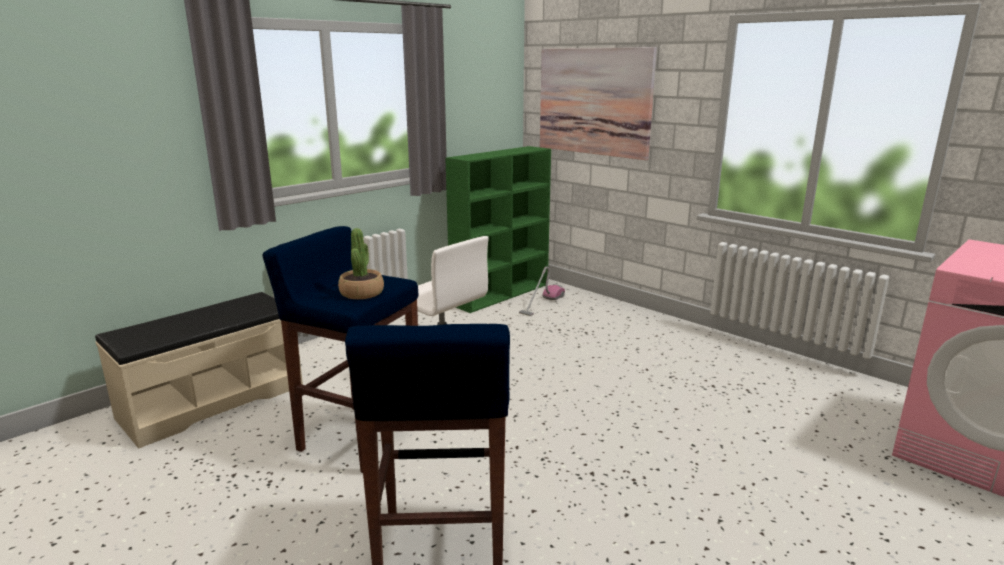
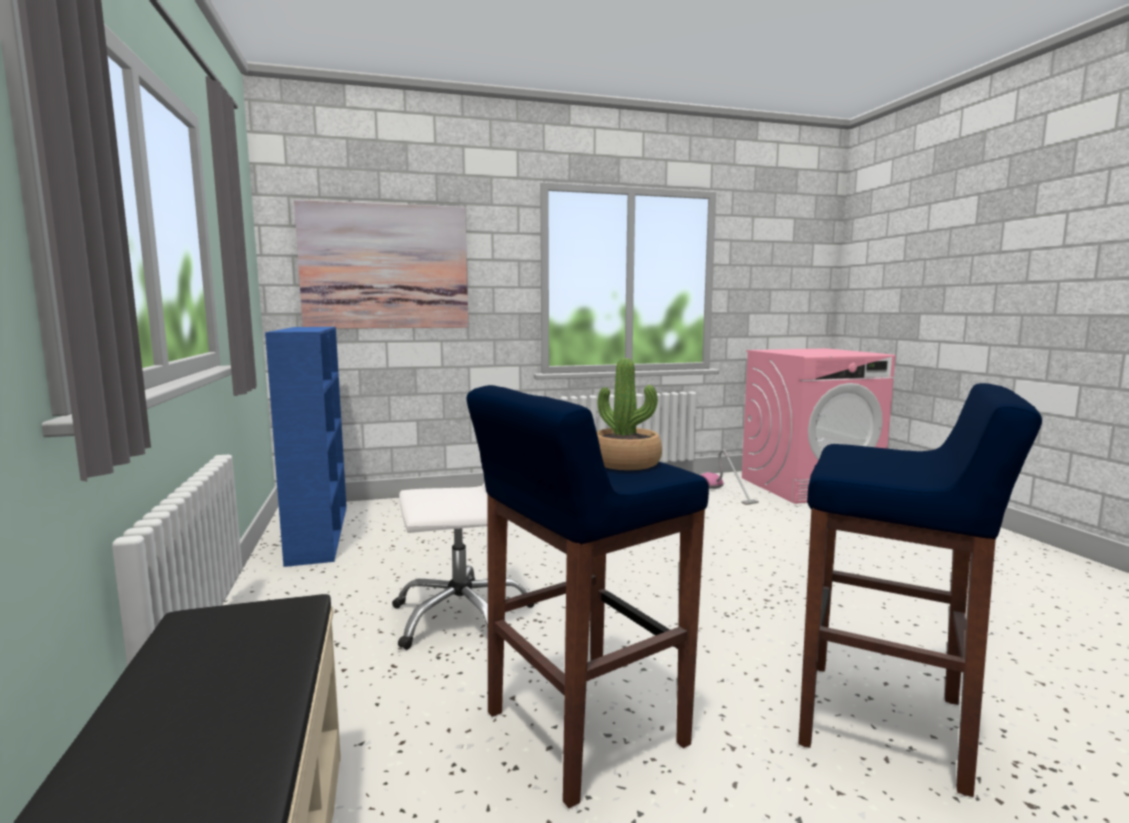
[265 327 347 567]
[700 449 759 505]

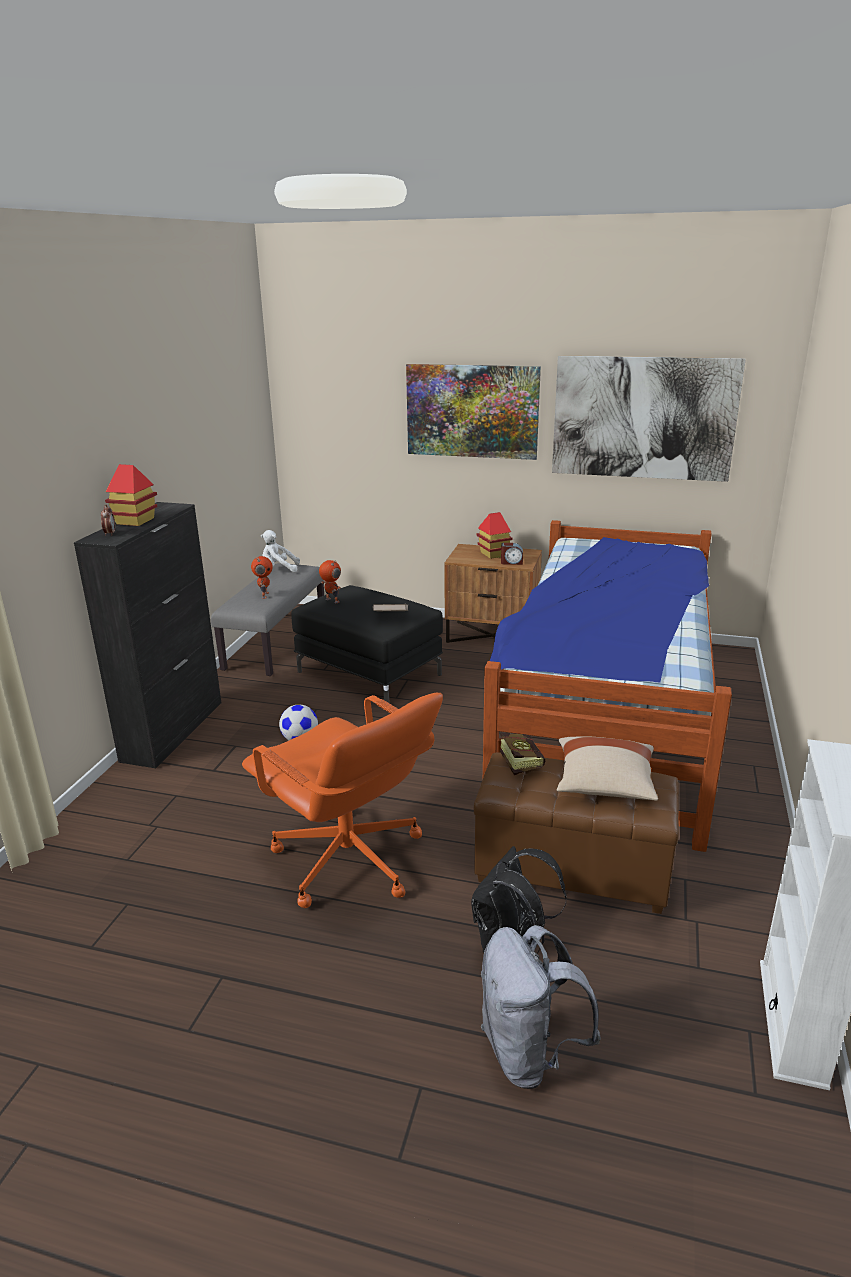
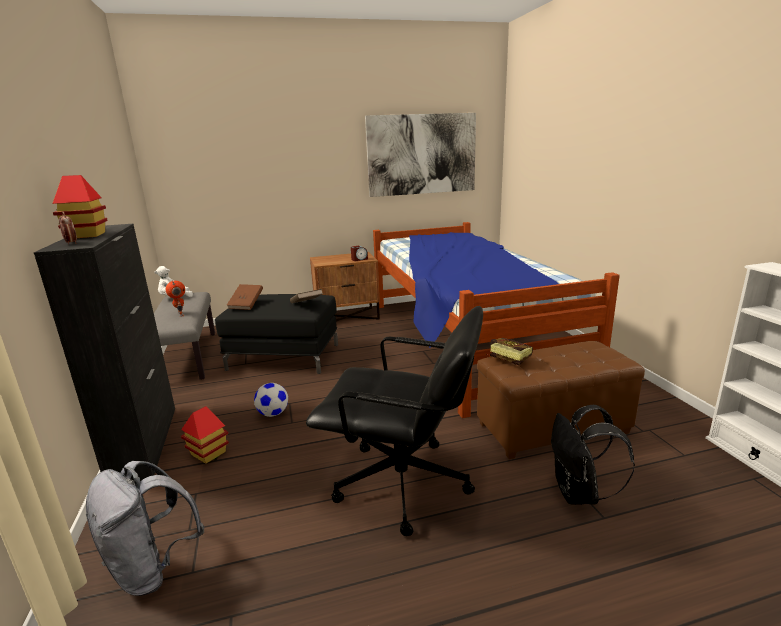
[86 461 204 596]
[181 406 229 464]
[227 284 263 310]
[306 306 483 536]
[406 364 541 460] (first image)
[556 736 658 801] (first image)

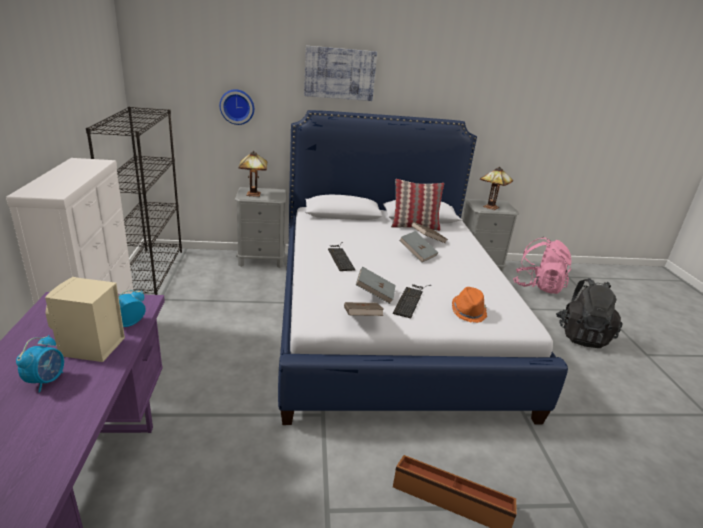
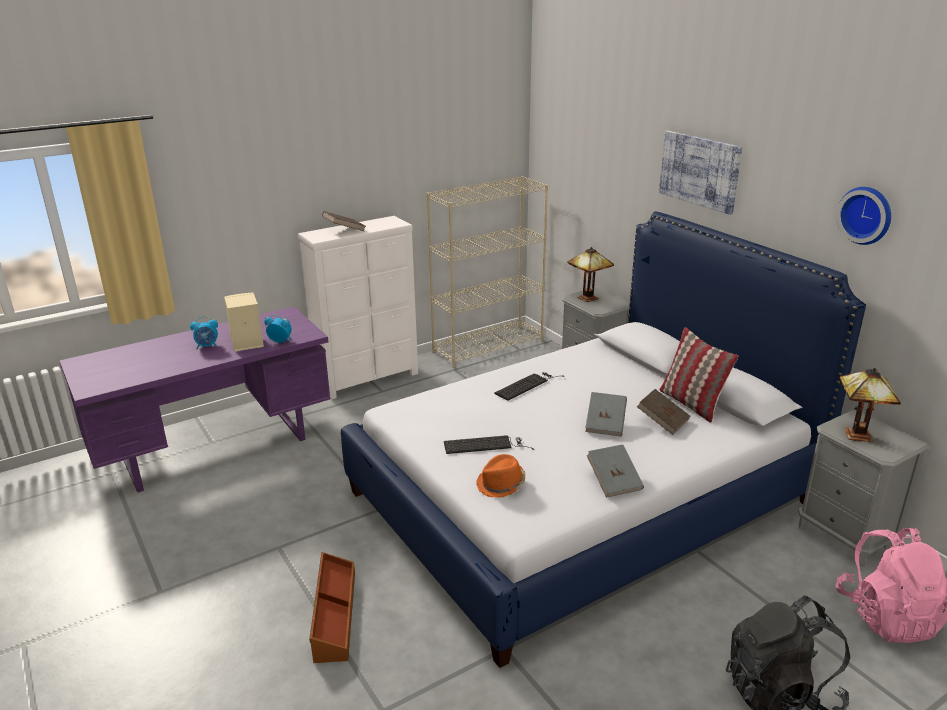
[322 211 365 231]
[426 176 548 368]
[587 444 644 498]
[836 187 891 245]

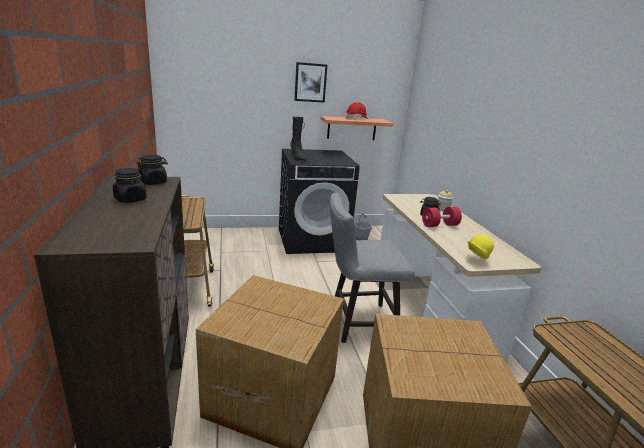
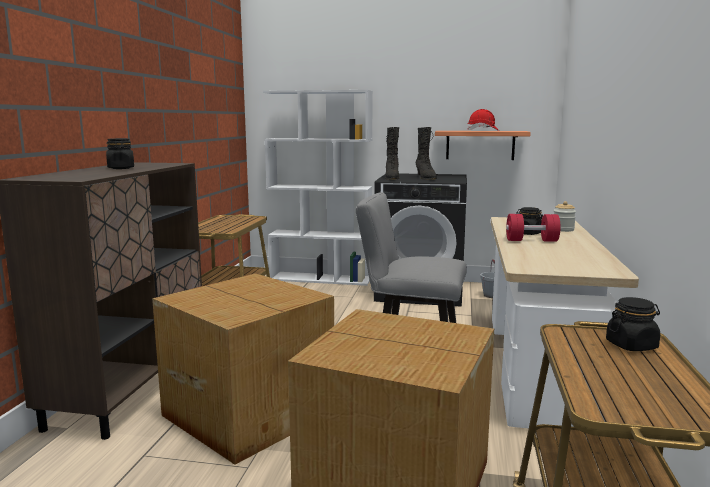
[263 90 373 286]
[416 127 437 180]
[606 297 660 351]
[294 62 327 103] (first image)
[468 234 494 260] (first image)

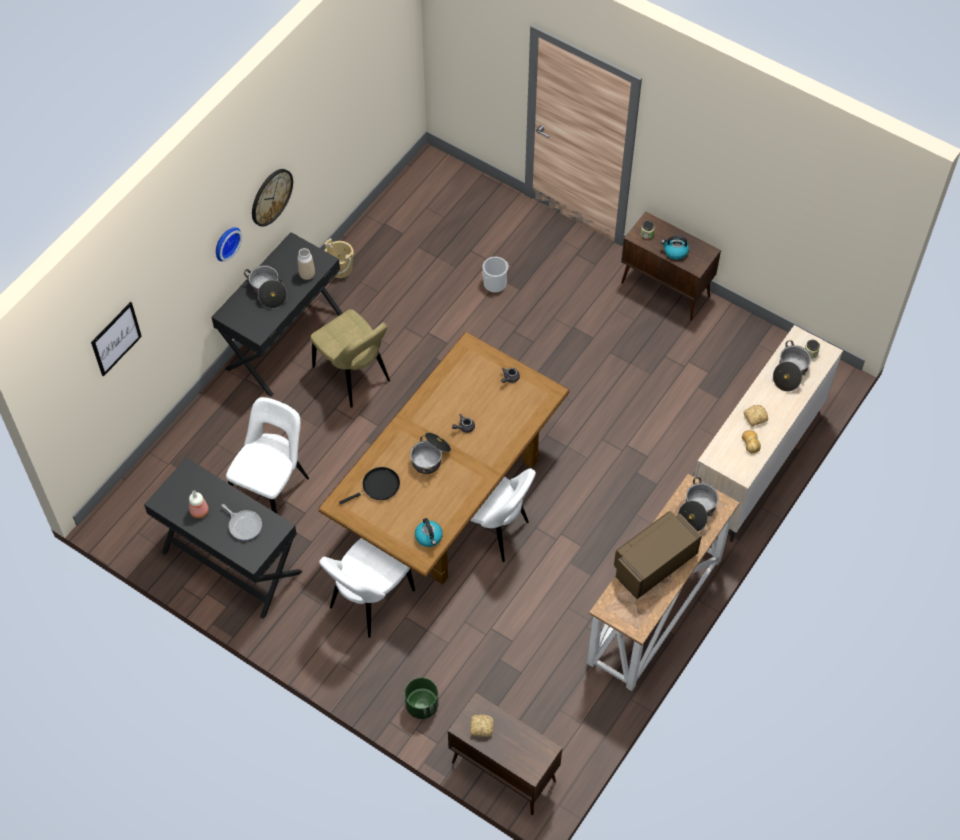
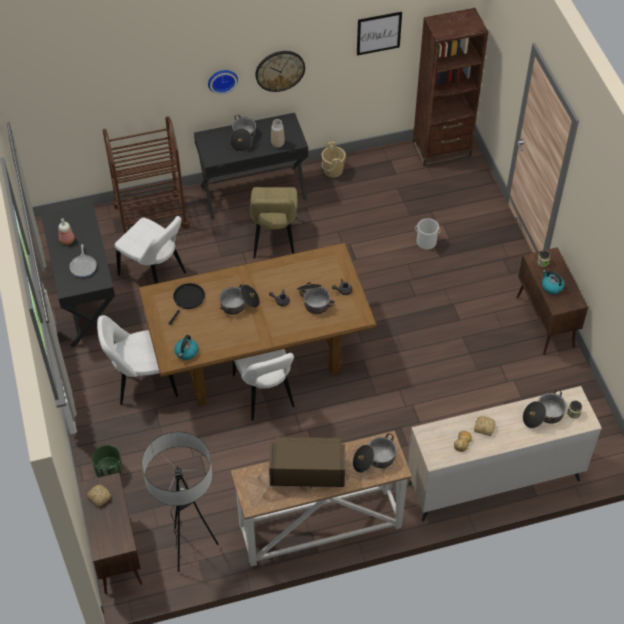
[103 116 190 236]
[115 216 186 284]
[142 432 219 572]
[168 283 205 325]
[297 282 335 314]
[357 12 402 55]
[413 8 488 166]

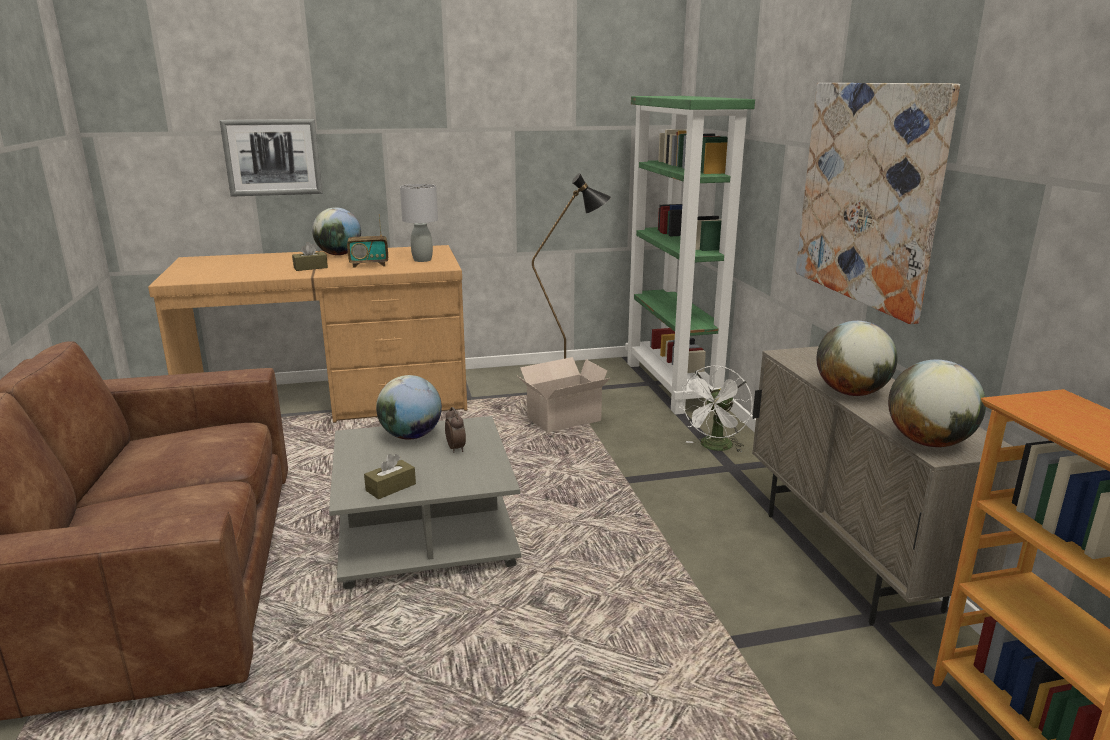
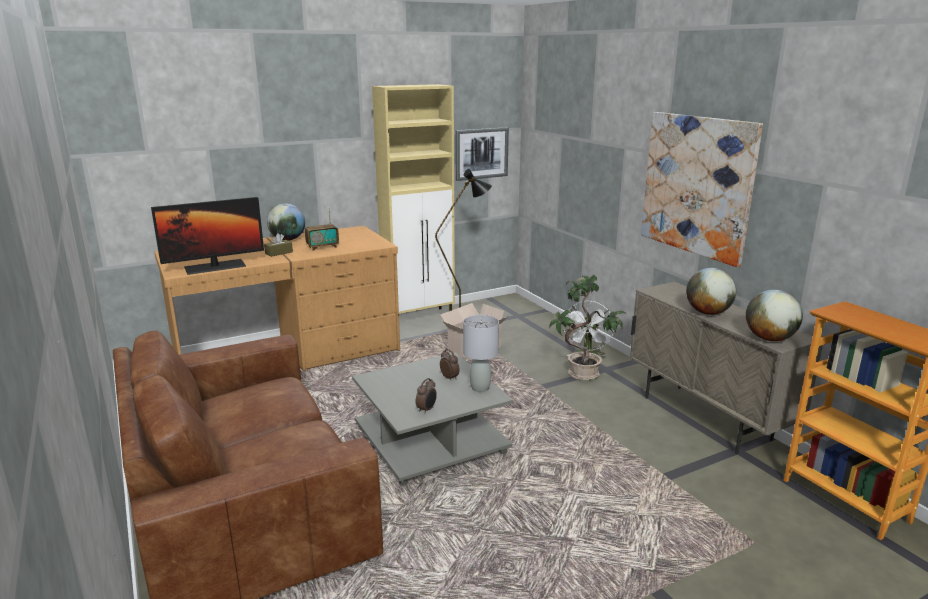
[151 197 264 275]
[372 84 455 314]
[416 378 437 414]
[455 127 509 181]
[463 315 499 392]
[549 275 627 381]
[376 375 442 440] (first image)
[625 96 755 415] (first image)

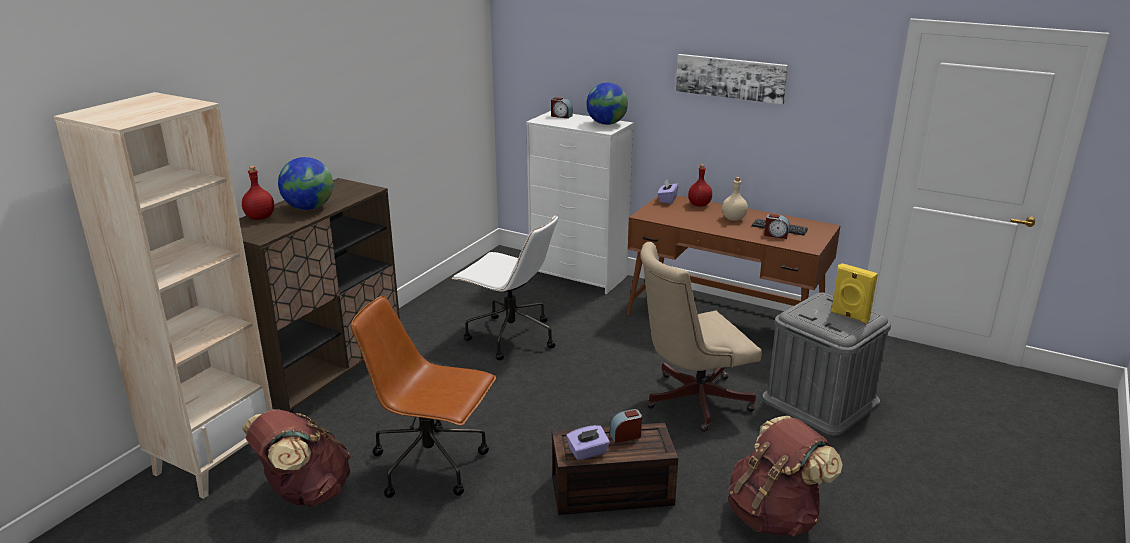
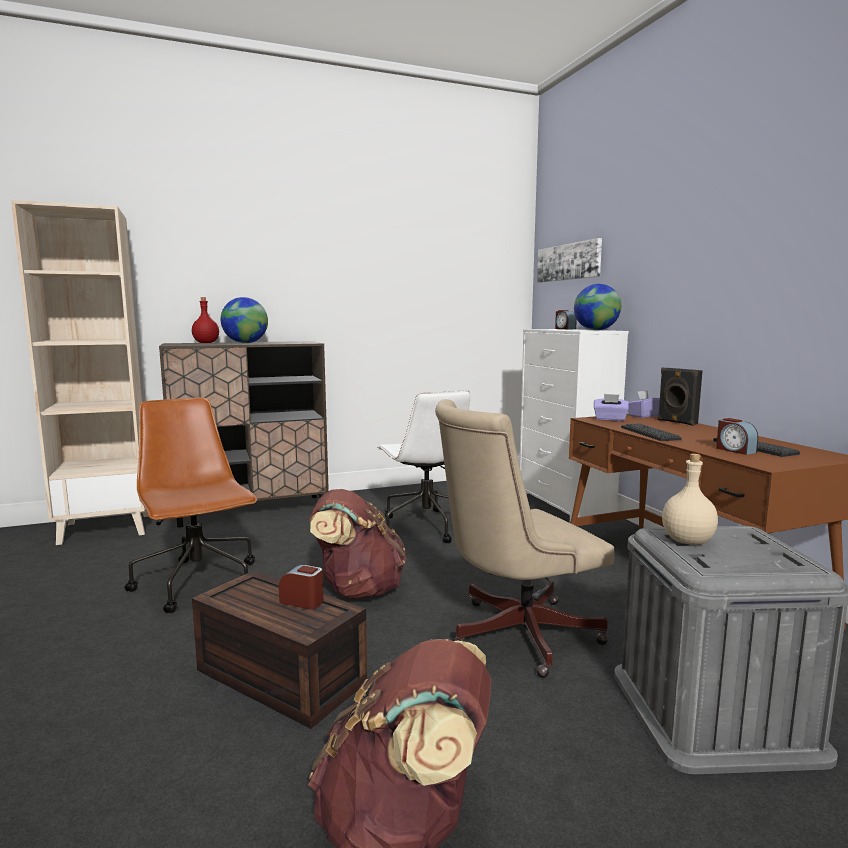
[309 489 406 599]
[435 399 614 678]
[537 238 602 283]
[594 394 629 421]
[621 424 682 441]
[658 368 703 426]
[662 454 718 545]
[831 263 878 324] (first image)

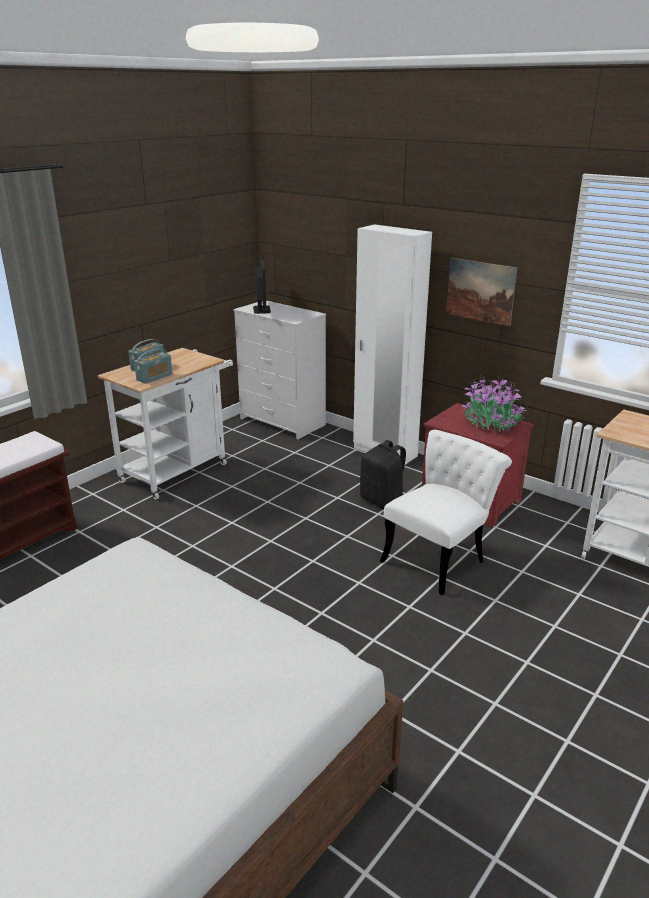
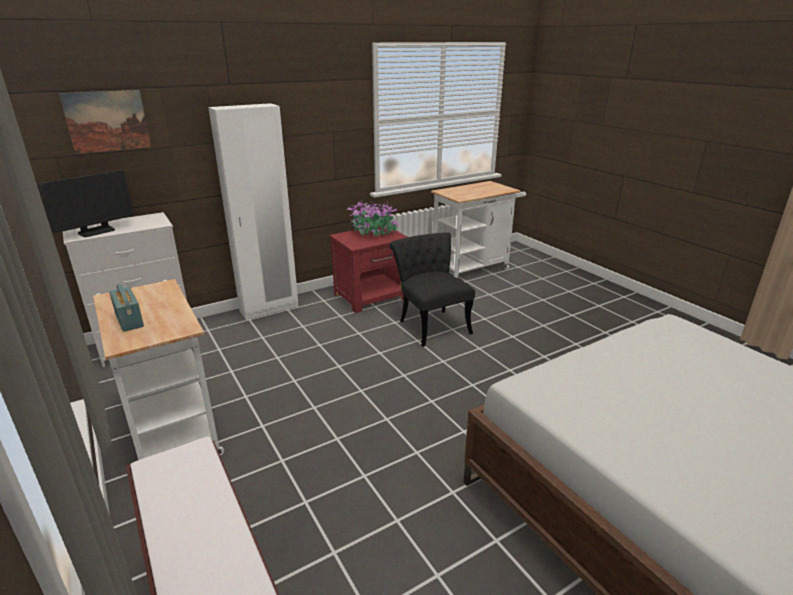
[37 170 134 237]
[59 90 151 154]
[389 232 475 347]
[134 348 172 384] (first image)
[360 440 406 509] (first image)

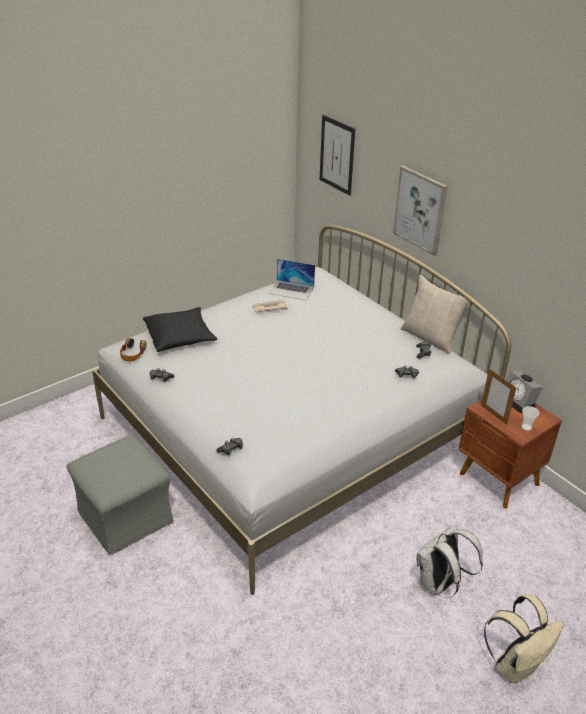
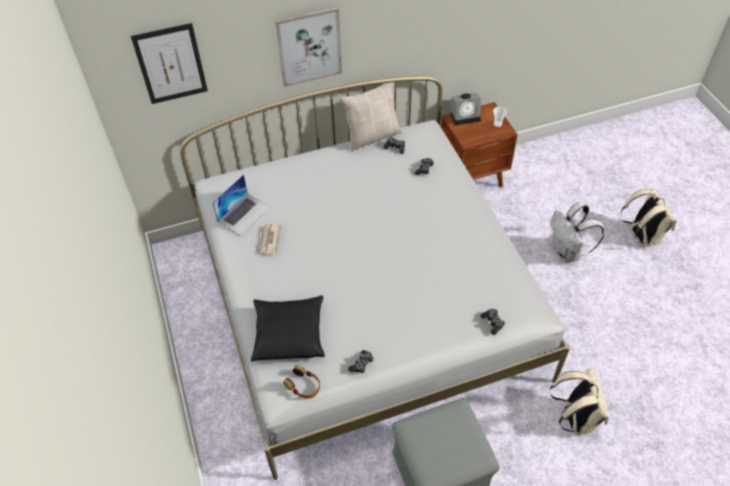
[550 368 608 435]
[481 368 517 425] (first image)

